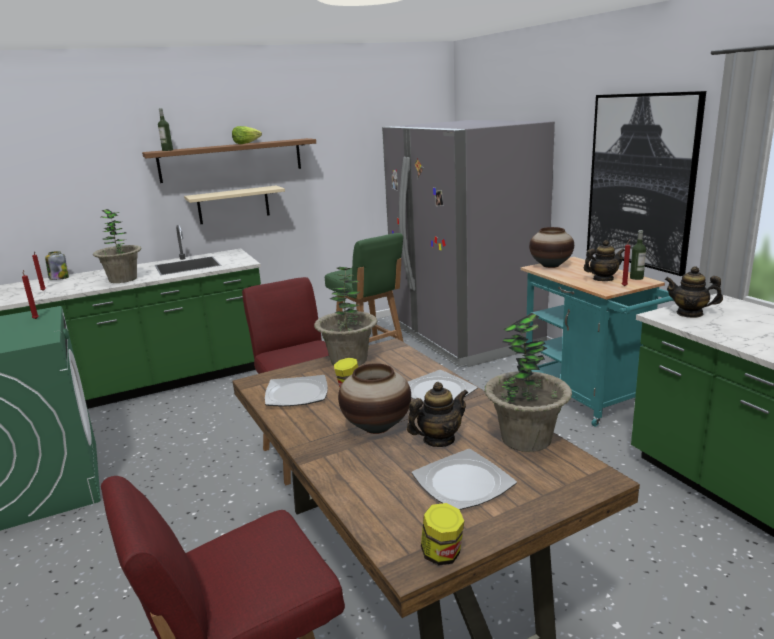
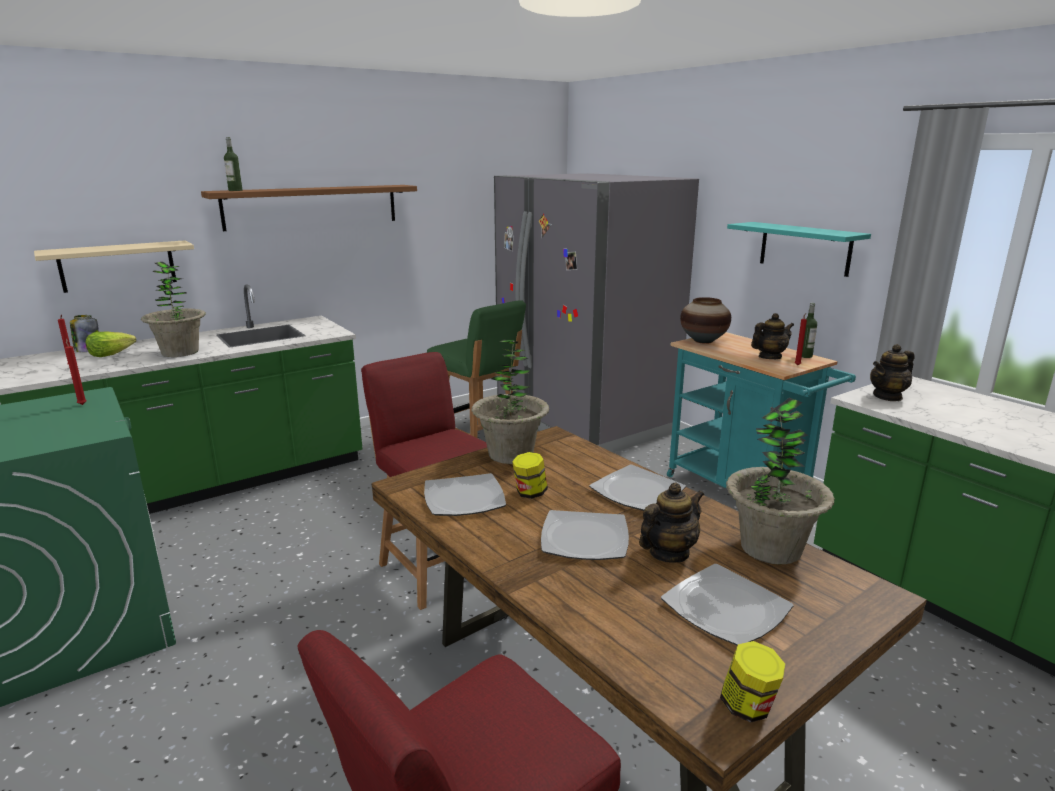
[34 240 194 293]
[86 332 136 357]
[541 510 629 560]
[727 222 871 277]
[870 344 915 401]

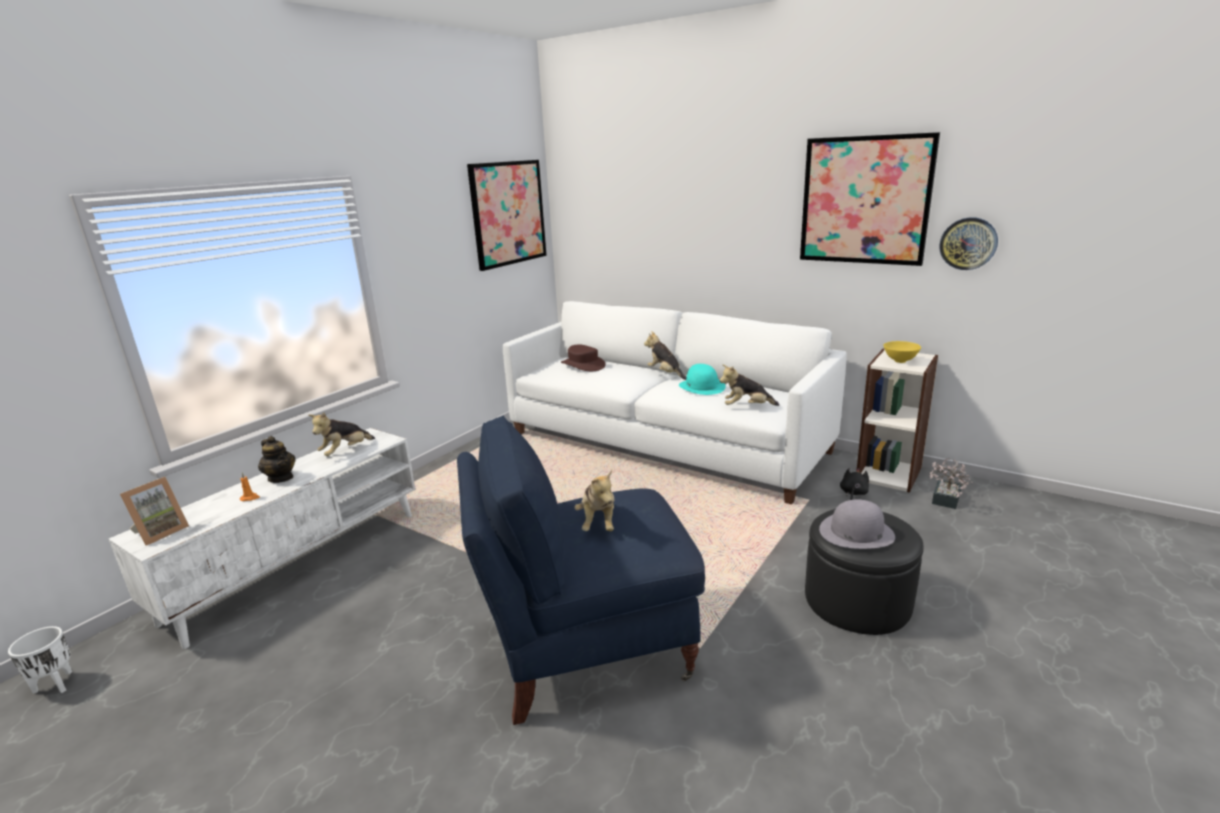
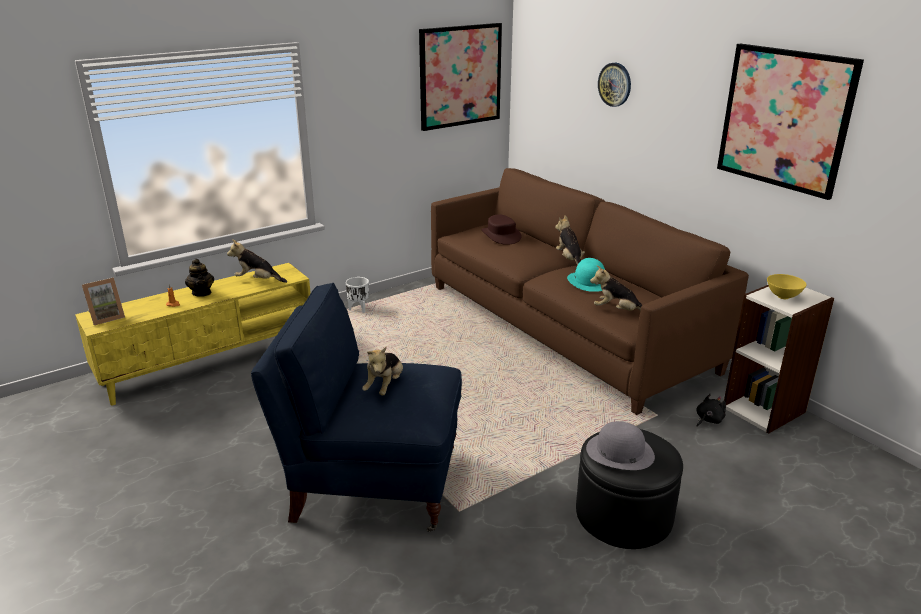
[75 263 311 406]
[227 239 287 283]
[346 277 369 313]
[431 168 749 415]
[598 63 631 107]
[929 458 973 509] (first image)

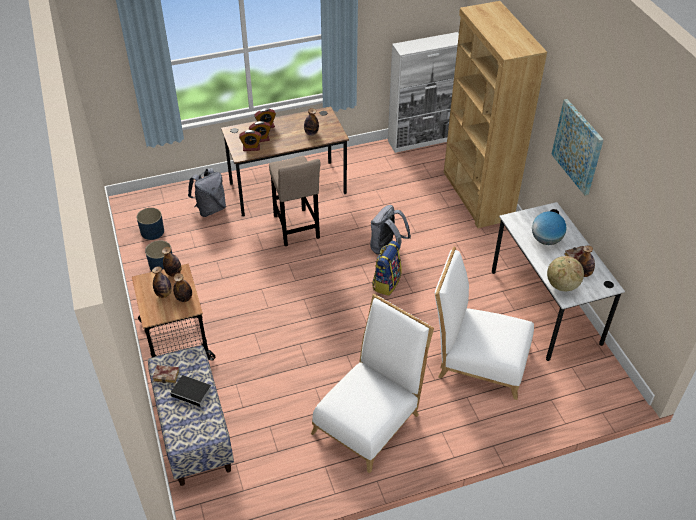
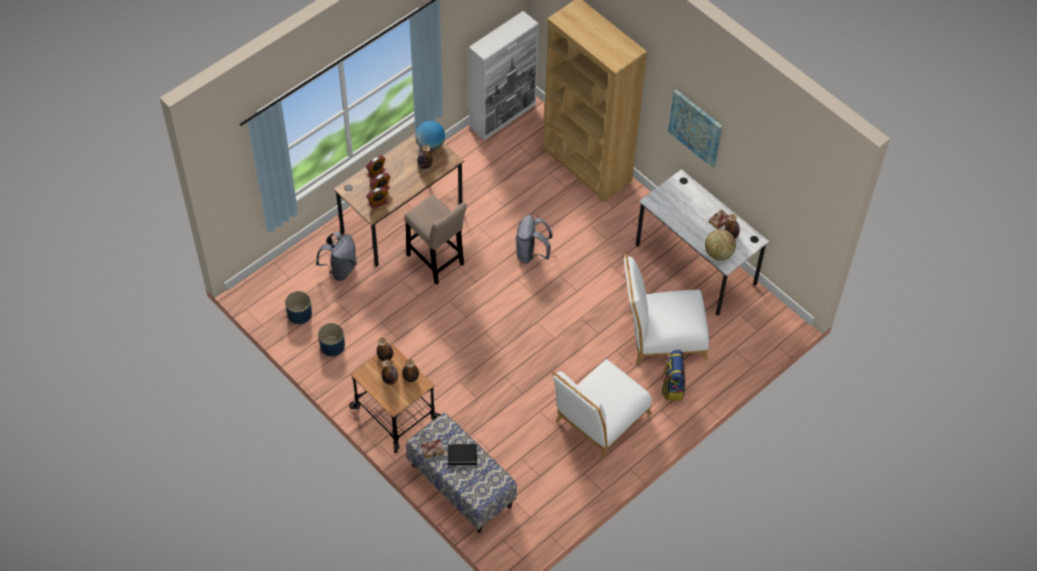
[415 121 445 151]
[552 359 652 460]
[662 350 686 401]

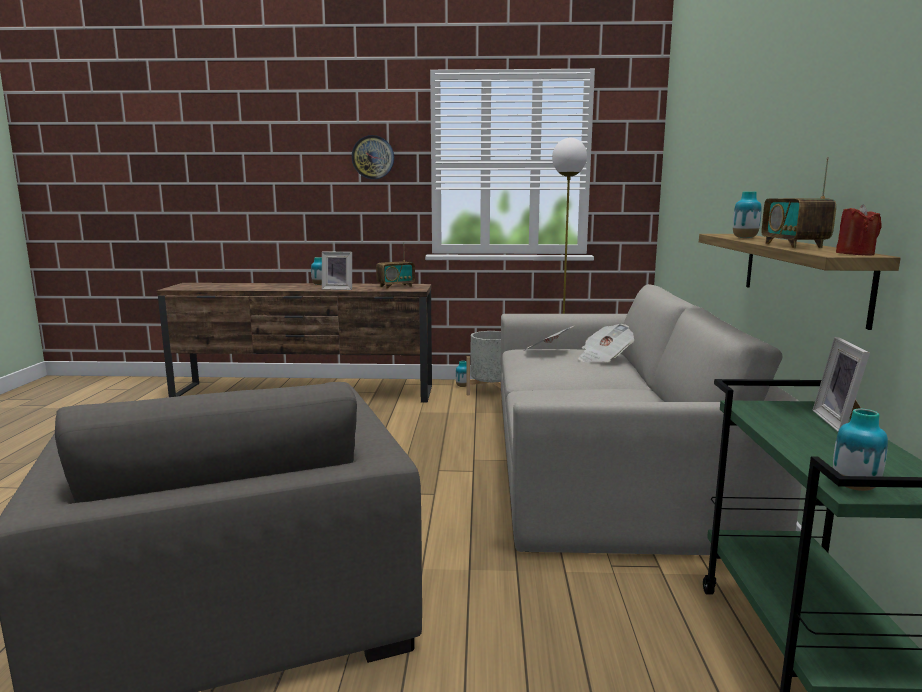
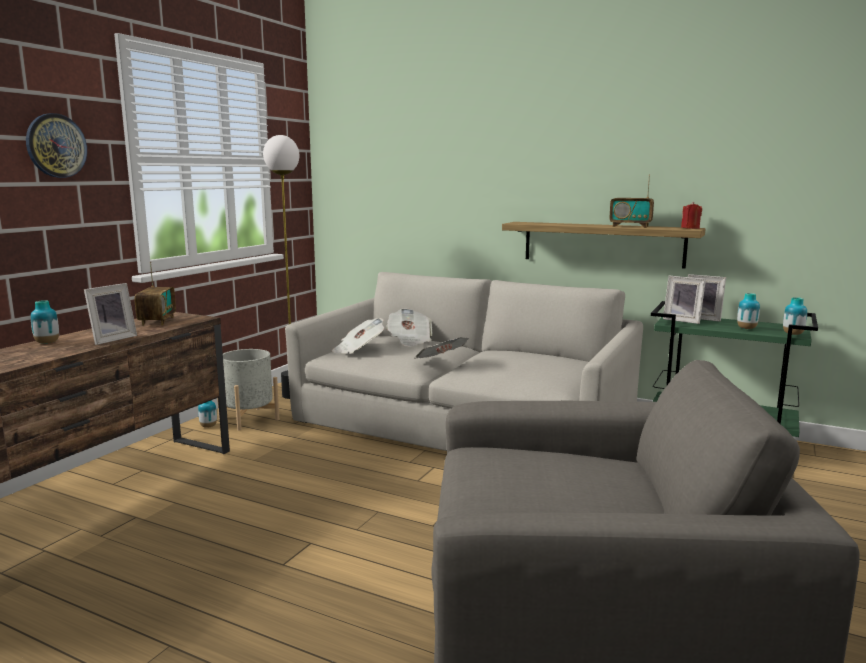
[415 337 469 359]
[663 276 706 324]
[737 293 760 329]

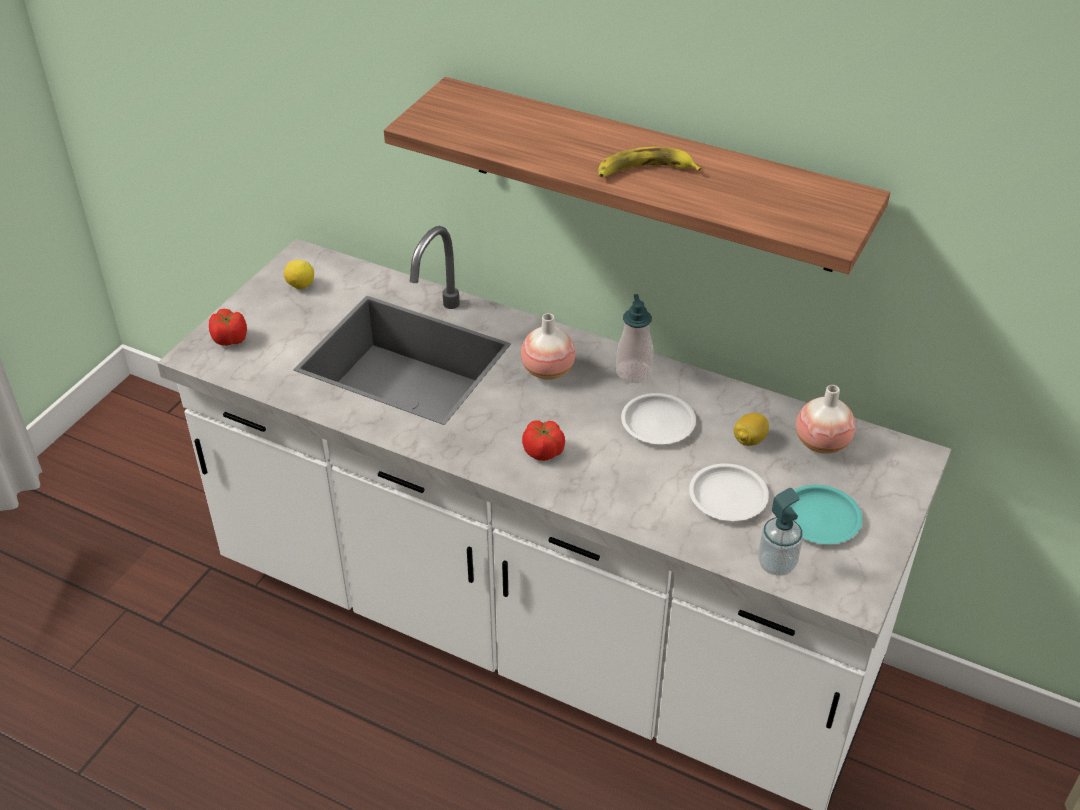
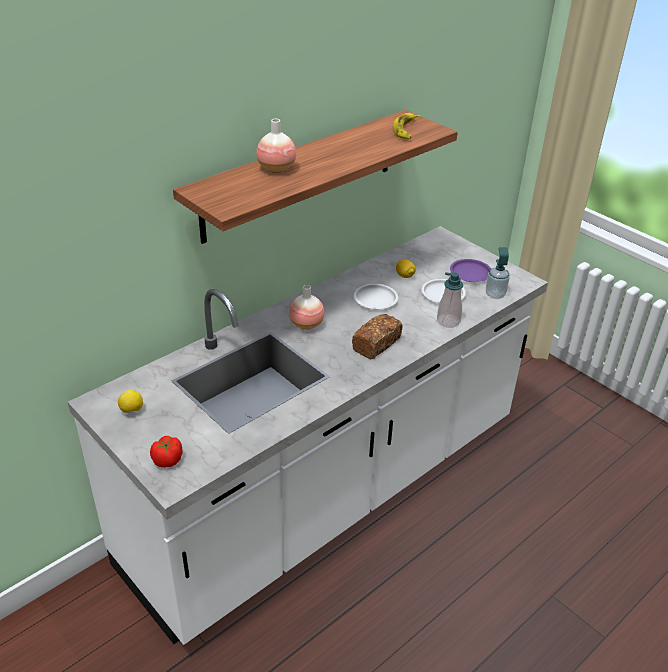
[256 119 296 173]
[352 314 402 359]
[393 113 421 139]
[437 272 463 328]
[450 259 491 282]

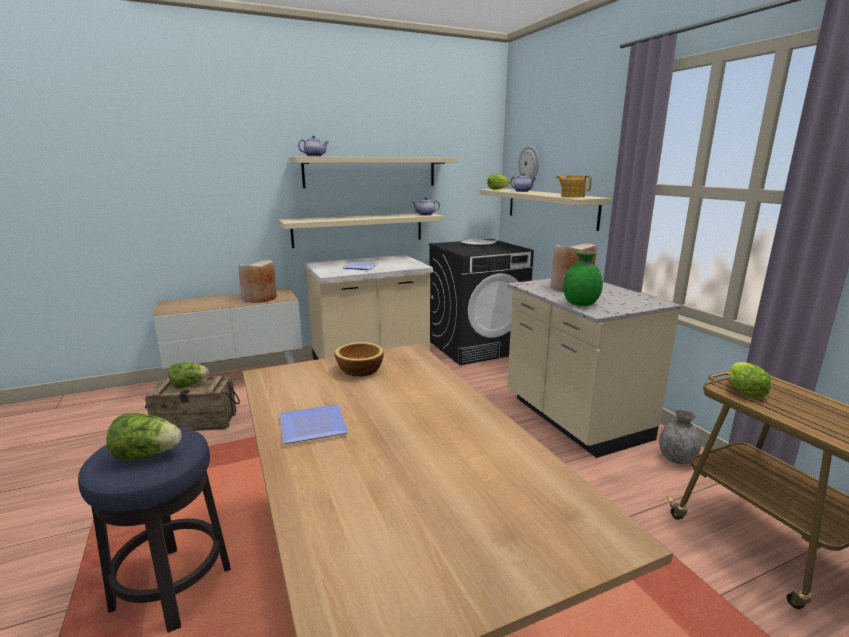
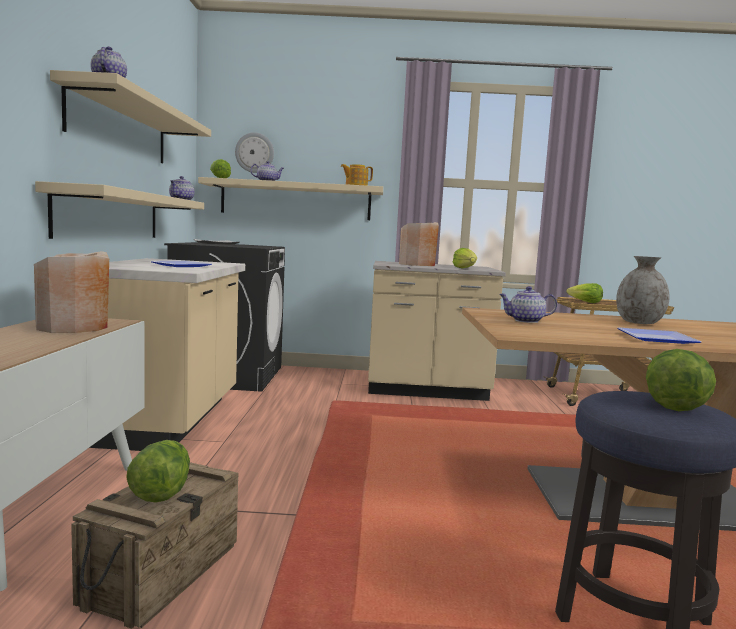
[453 248 477 268]
[499 286 557 323]
[616 256 670 324]

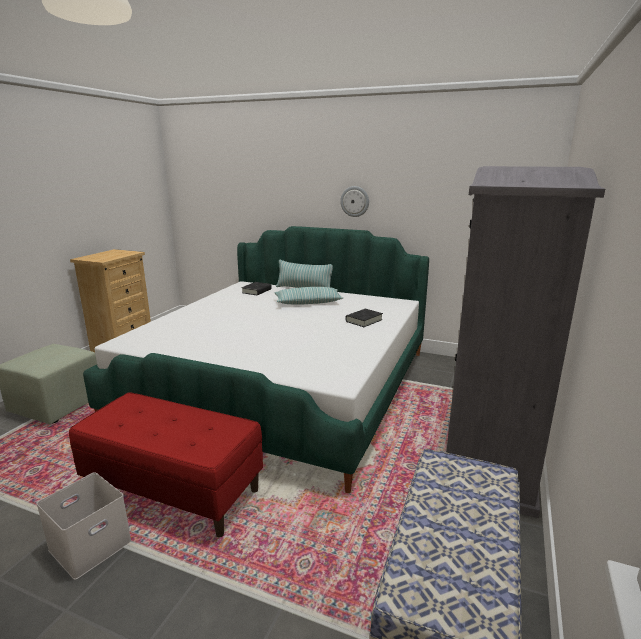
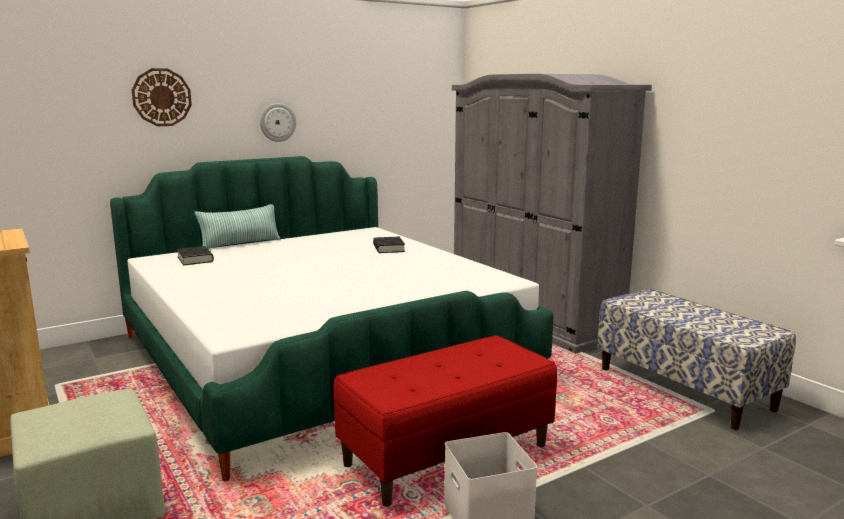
[132 68 192 126]
[275 287 343 305] (first image)

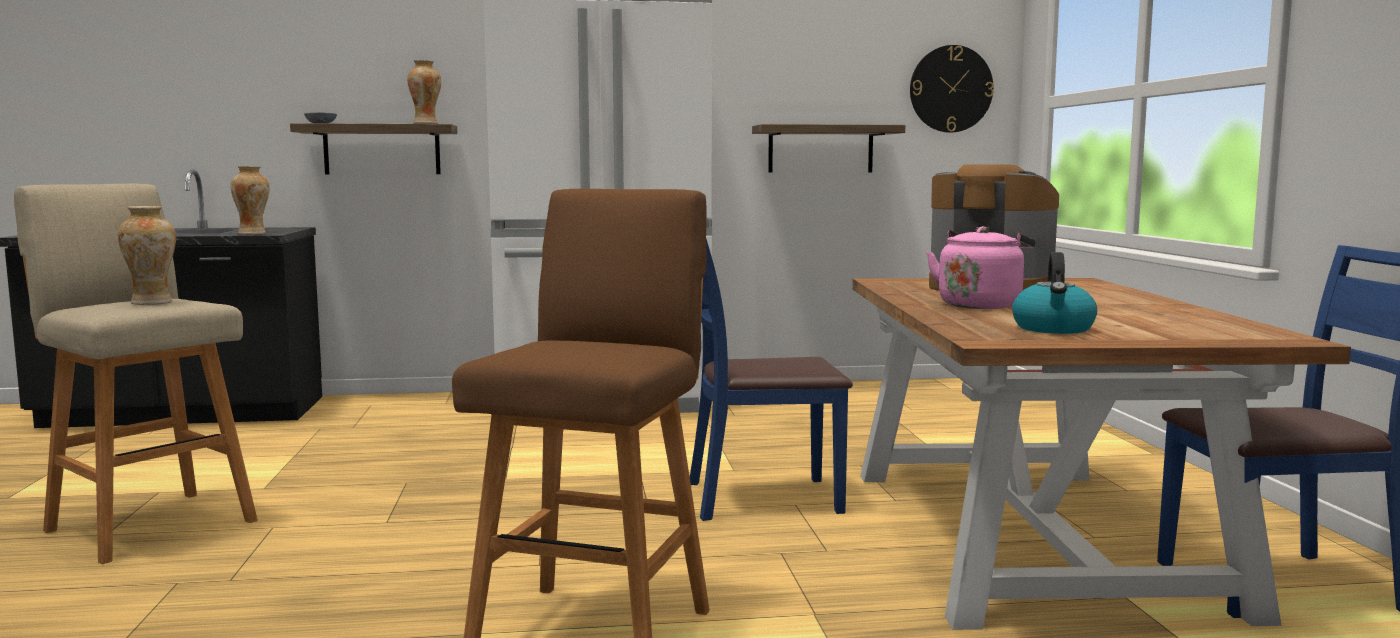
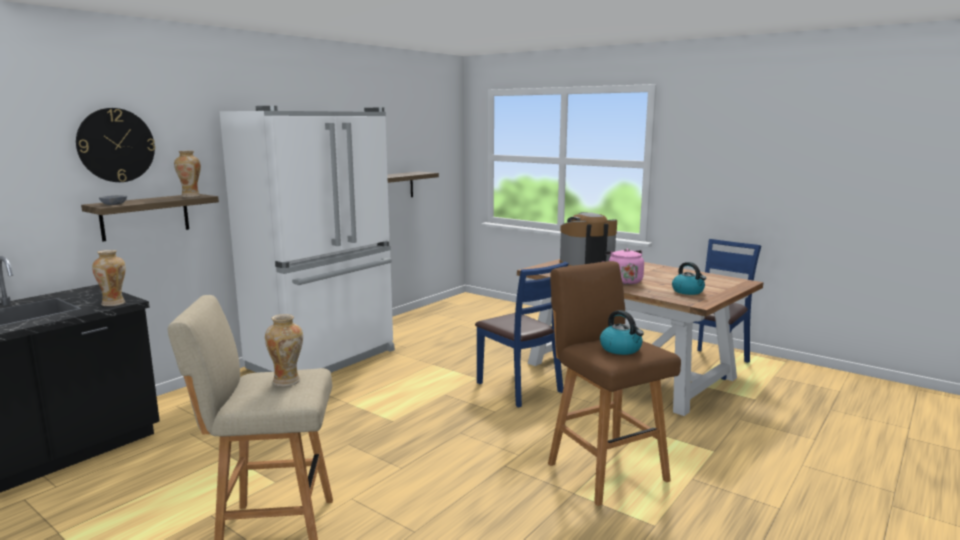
[76 108 155 182]
[475 262 569 407]
[600 310 644 355]

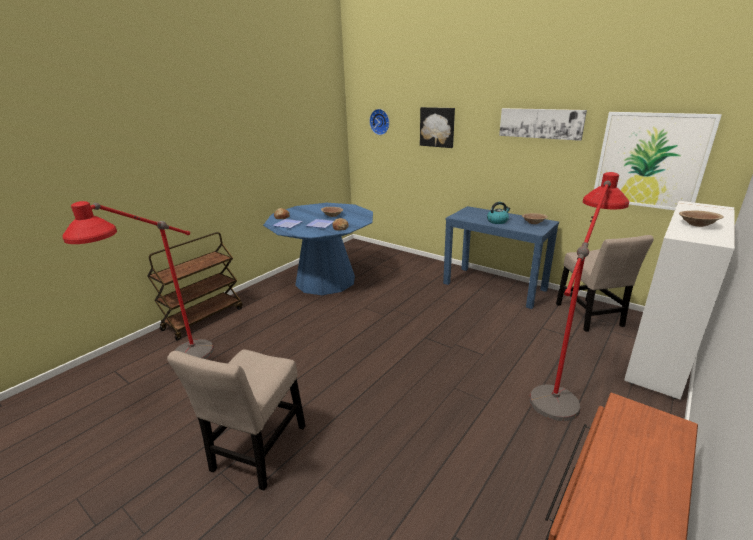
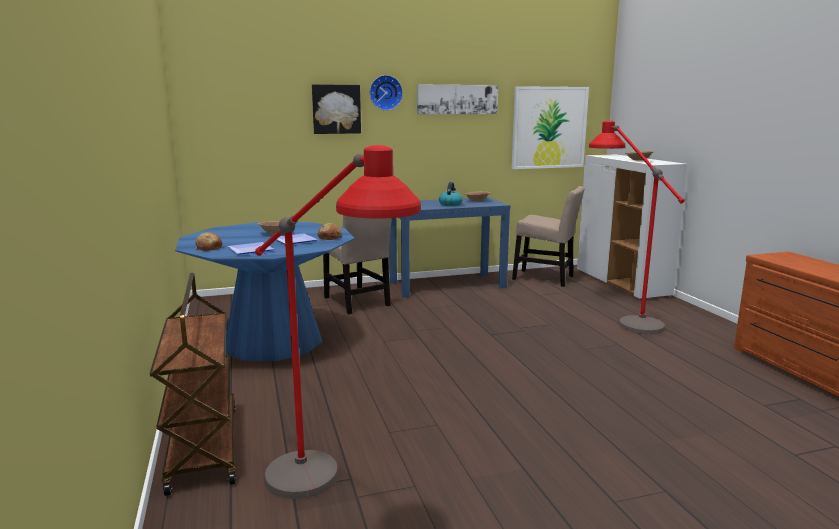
[323 215 392 314]
[369 75 403 111]

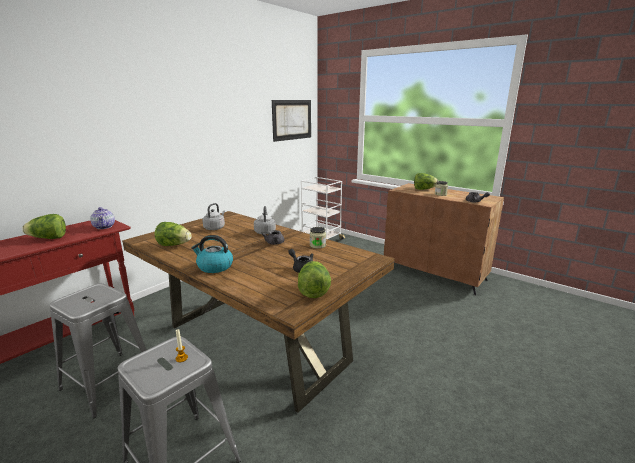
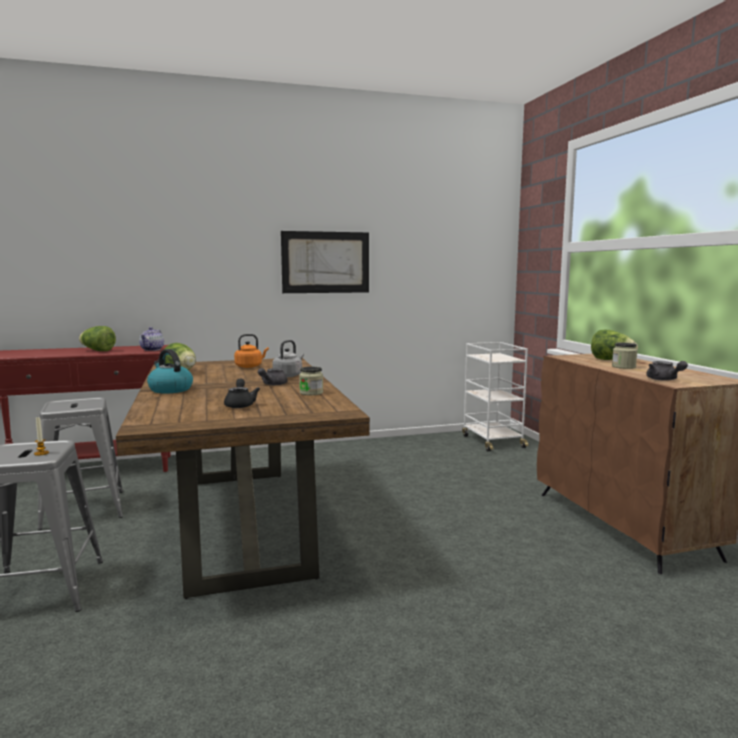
[234 334 269 368]
[281 231 369 293]
[298 261 331 298] (first image)

